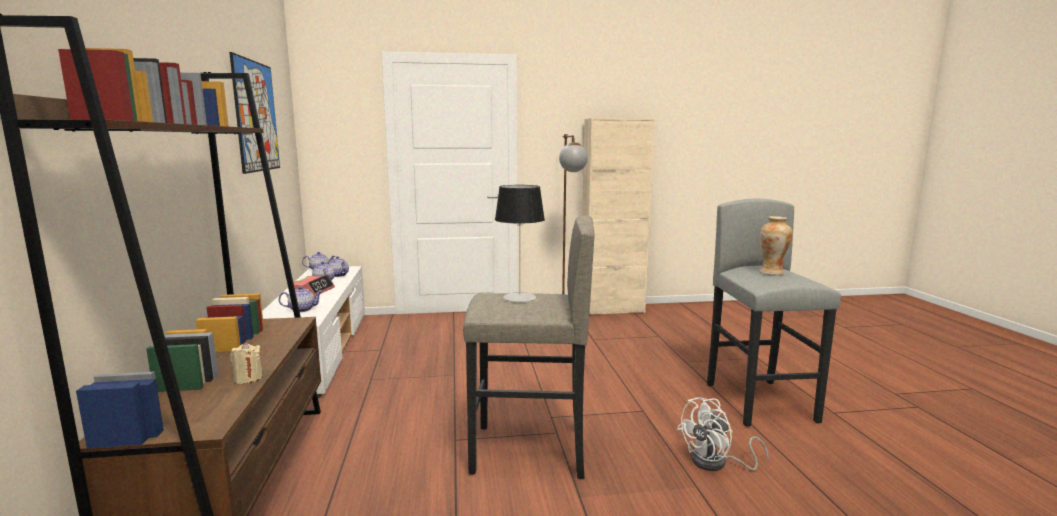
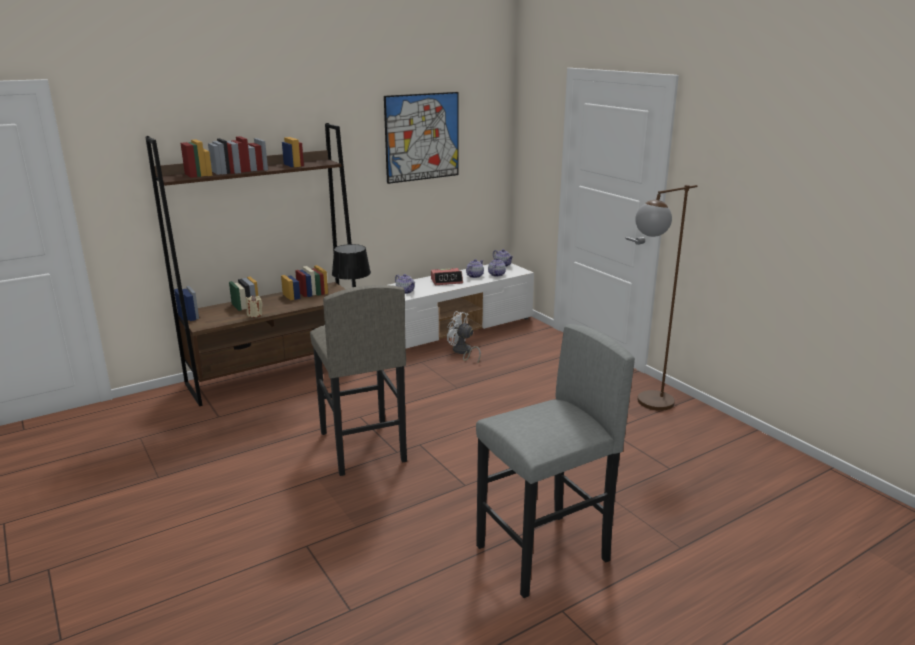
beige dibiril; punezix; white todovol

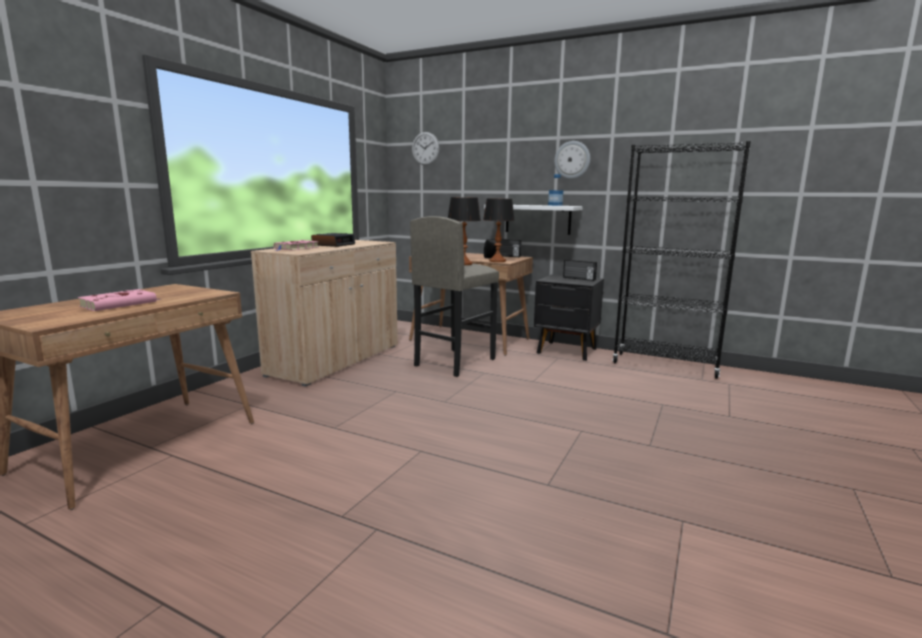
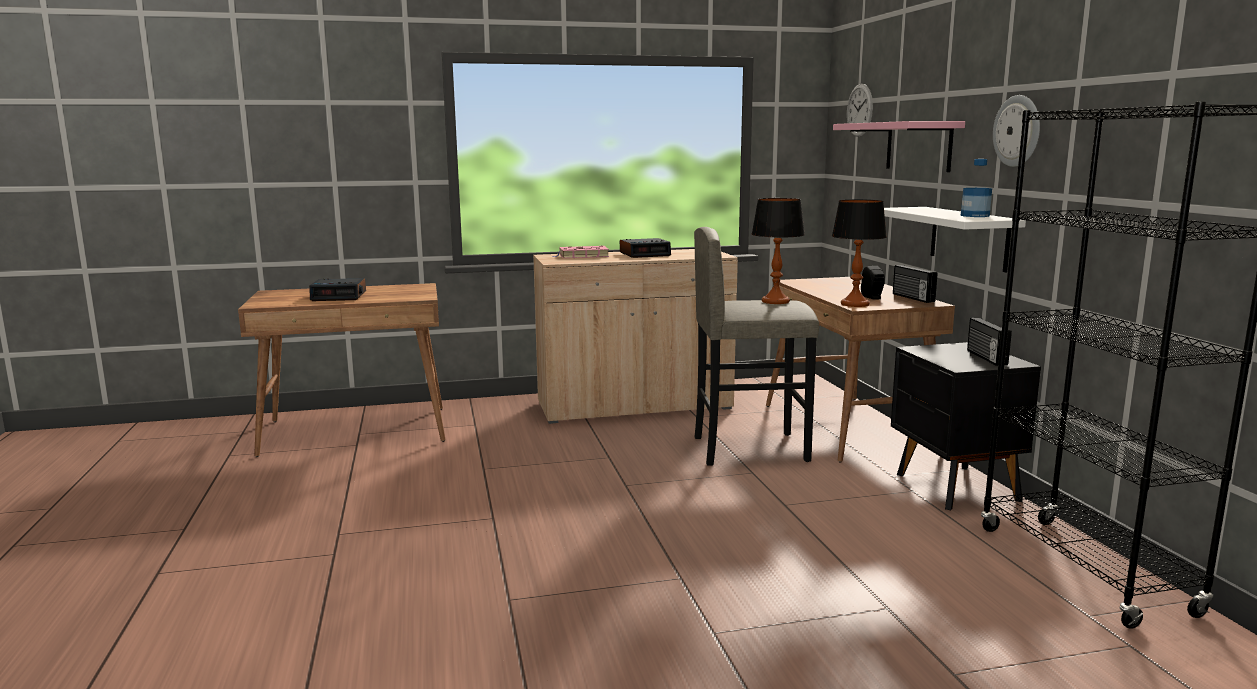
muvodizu (1st from left); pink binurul

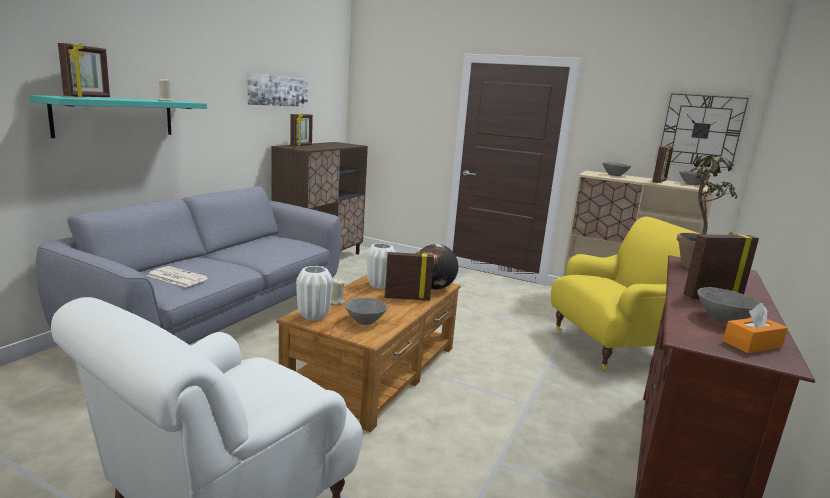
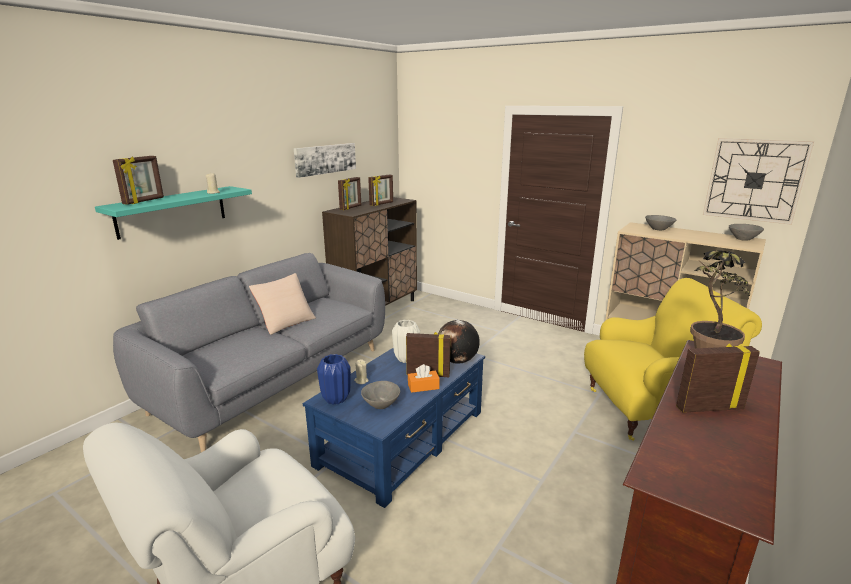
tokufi (3rd from left); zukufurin; blue punezix; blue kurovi; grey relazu (4th from left in the first image); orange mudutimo; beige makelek

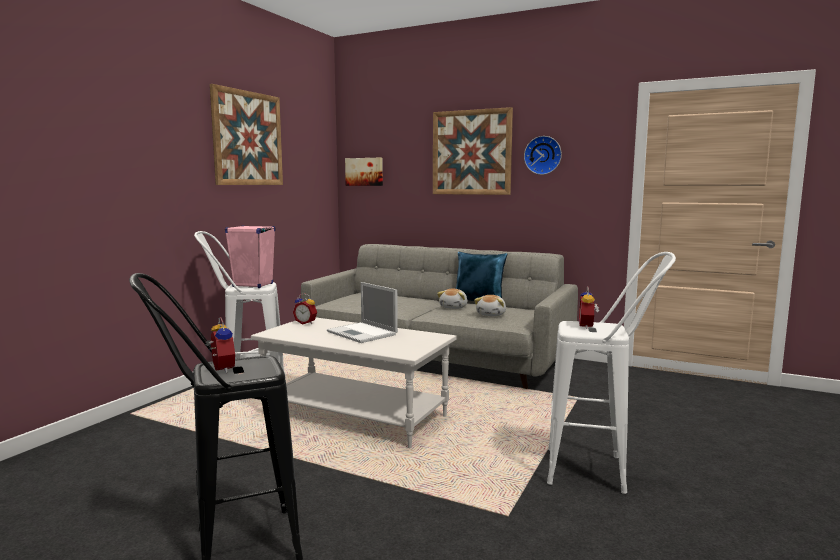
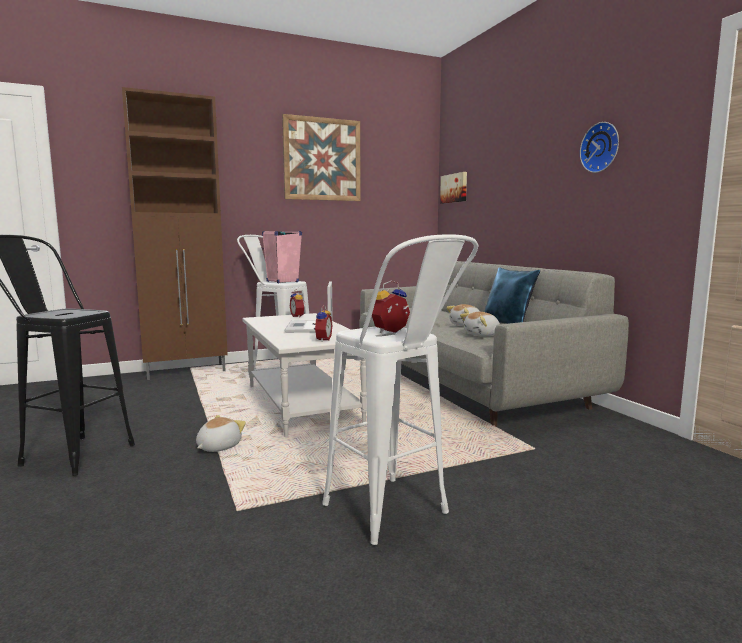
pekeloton (3rd from left in the first image); muvodizu (2nd from left); brown dibiril; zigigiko (1st from left)

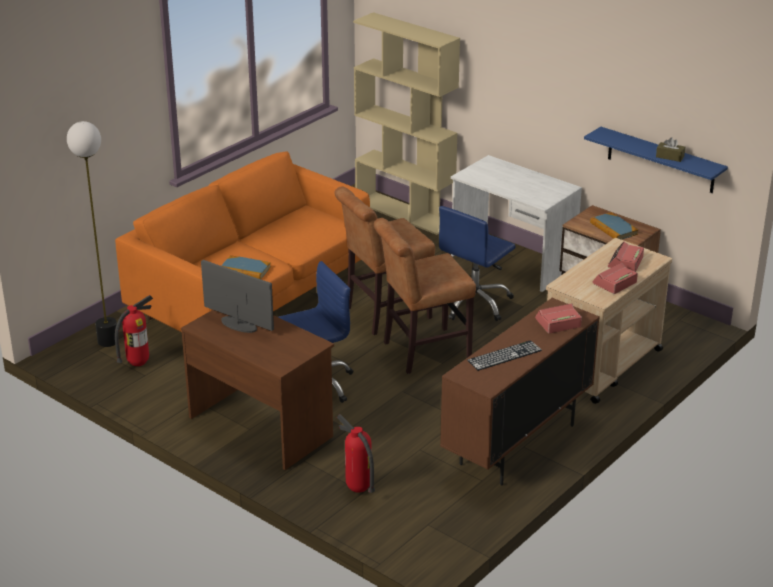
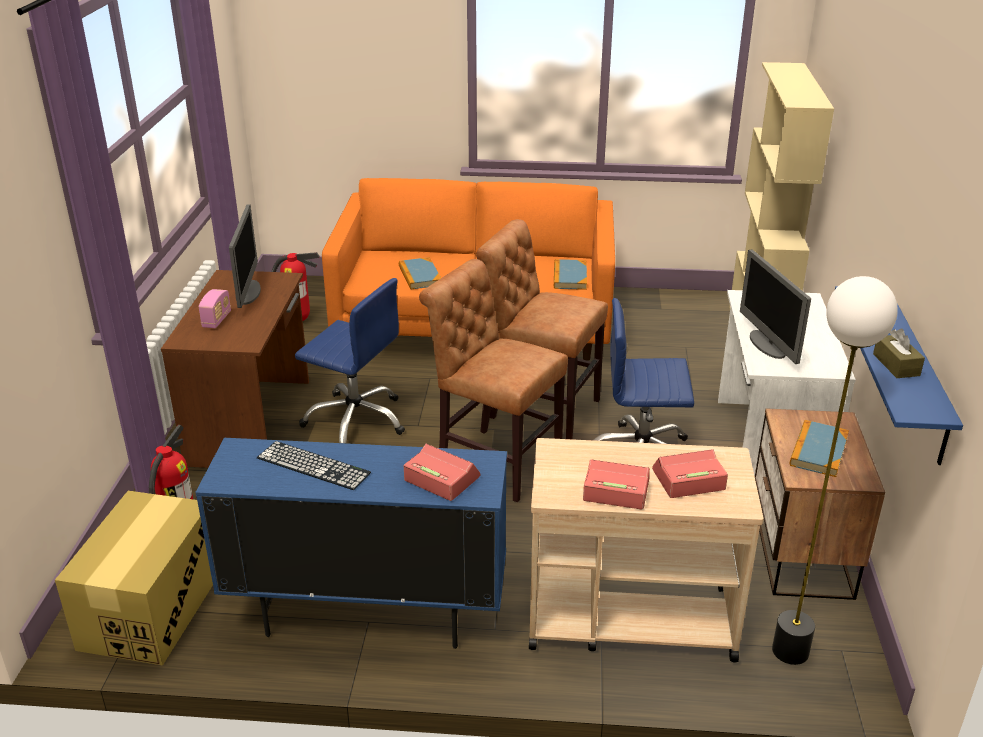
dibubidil; blue dibiril; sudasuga (2nd from left); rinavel (2nd from left); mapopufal; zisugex

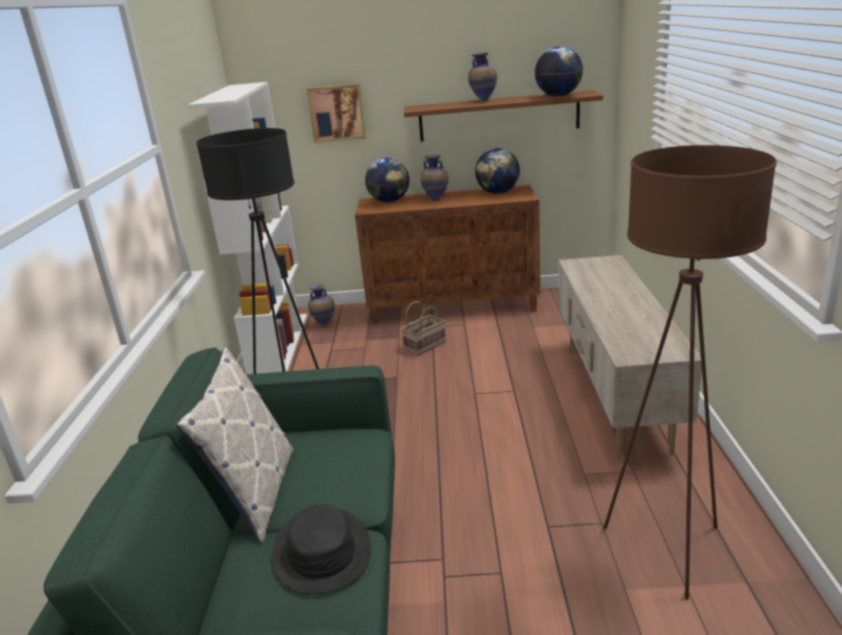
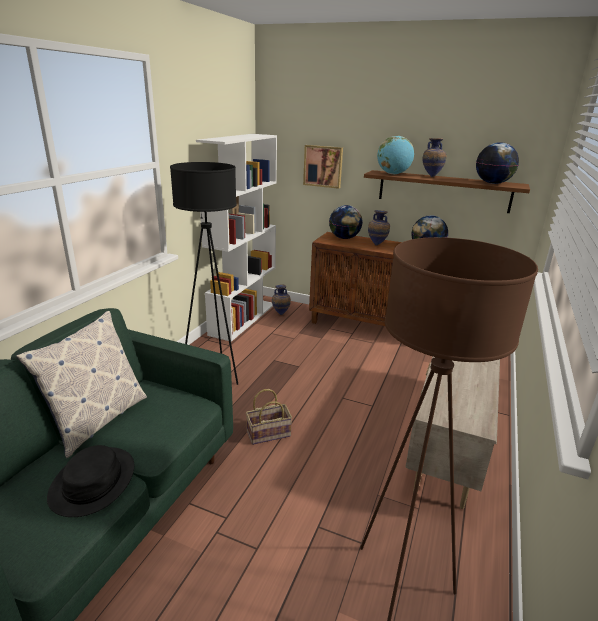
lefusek; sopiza (2nd from left)

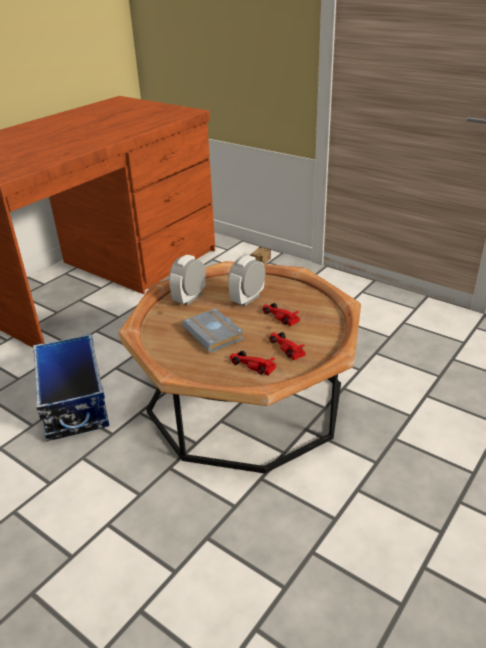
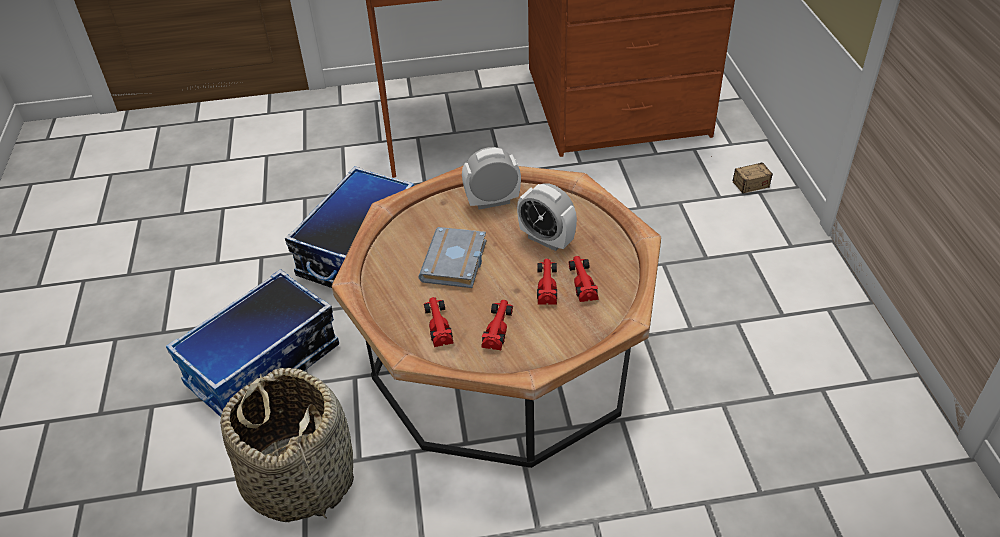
muvodizu (2nd from left); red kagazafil (4th from left); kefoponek (1st from left); lefusek

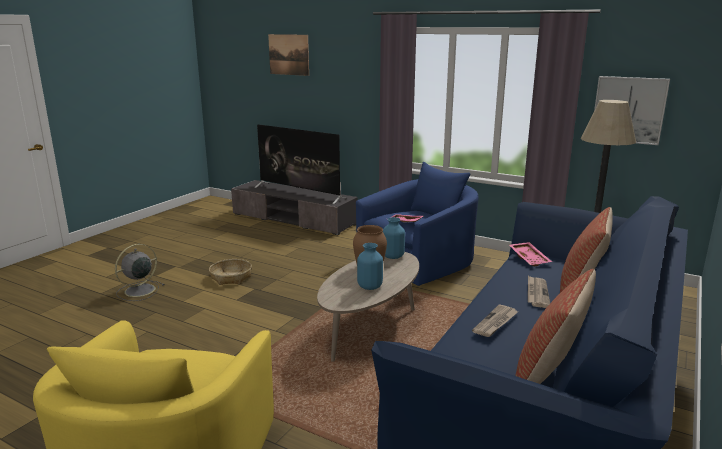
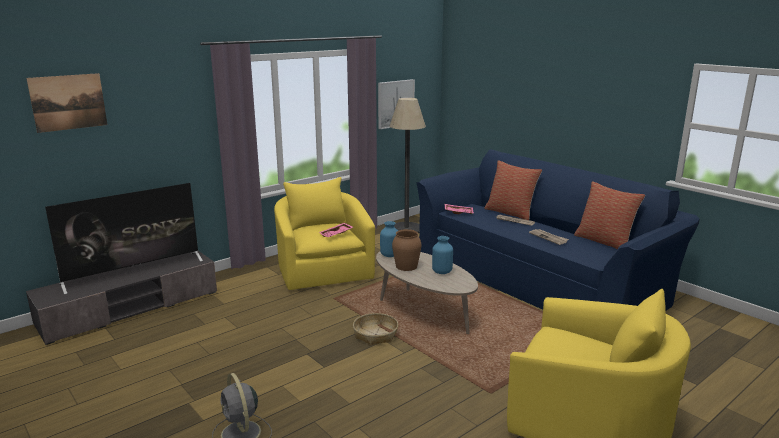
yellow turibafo (1st from left); lefusek

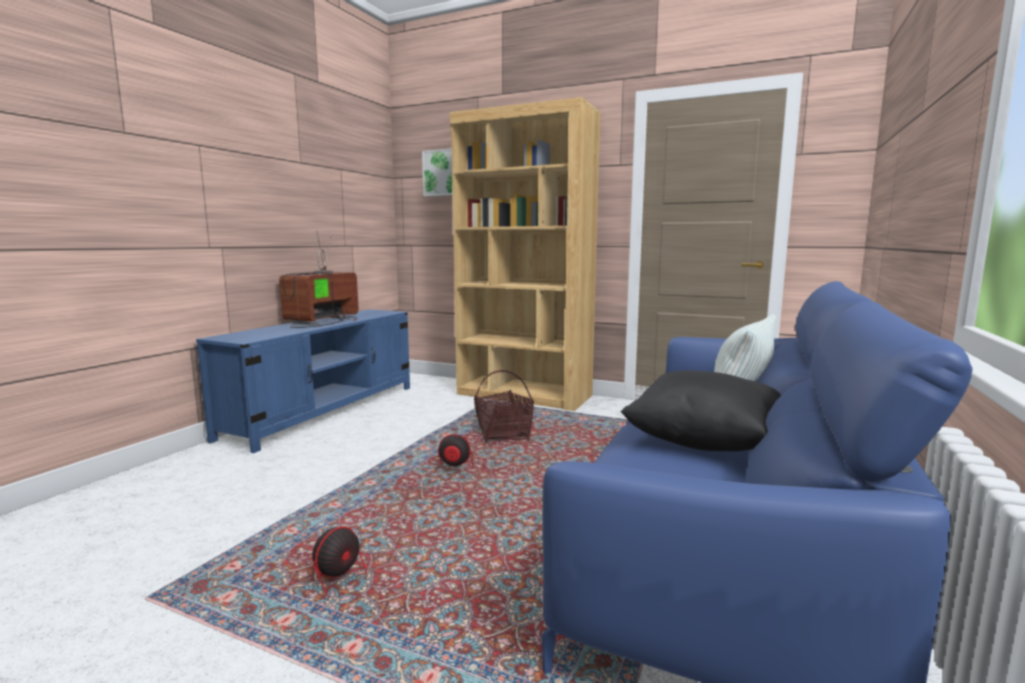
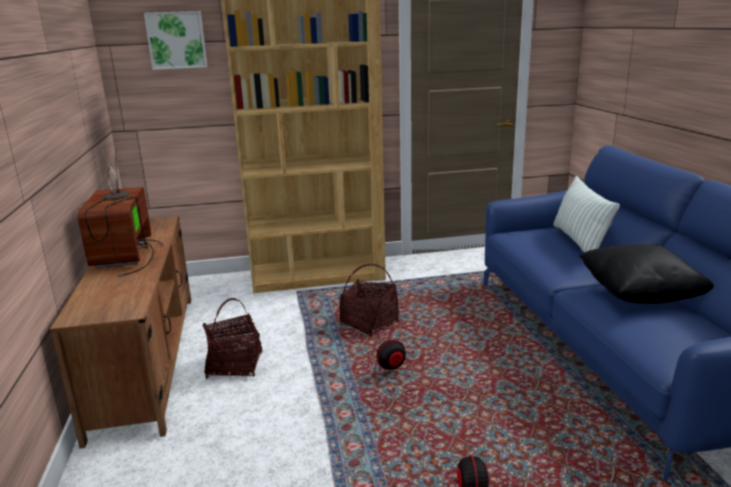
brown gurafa; lefusek (1st from left)

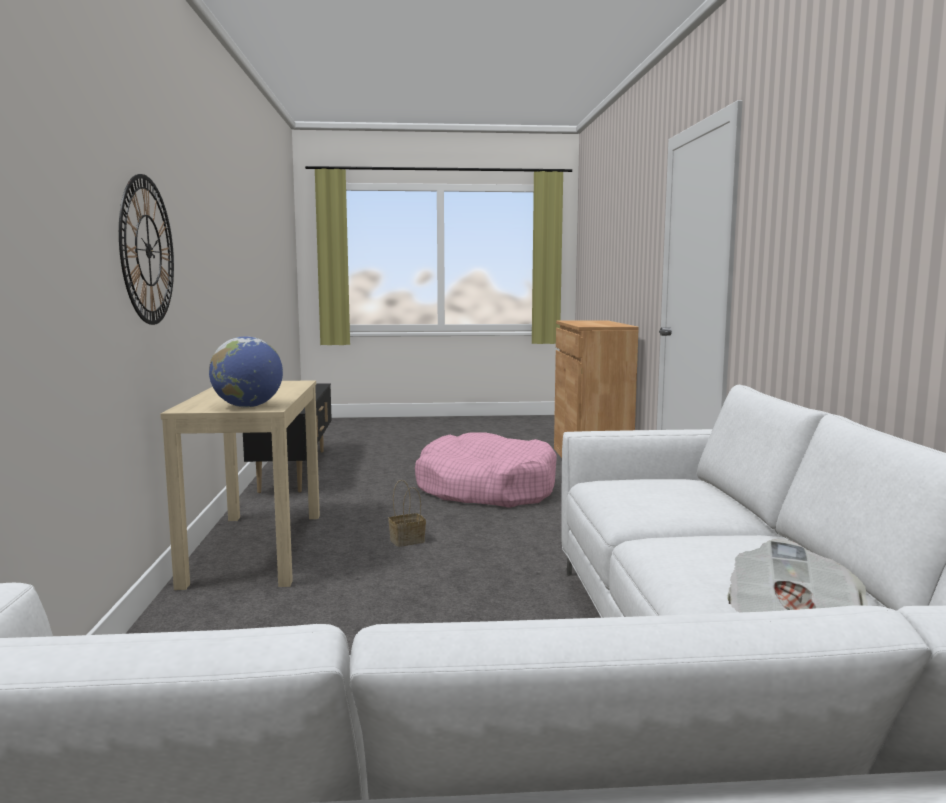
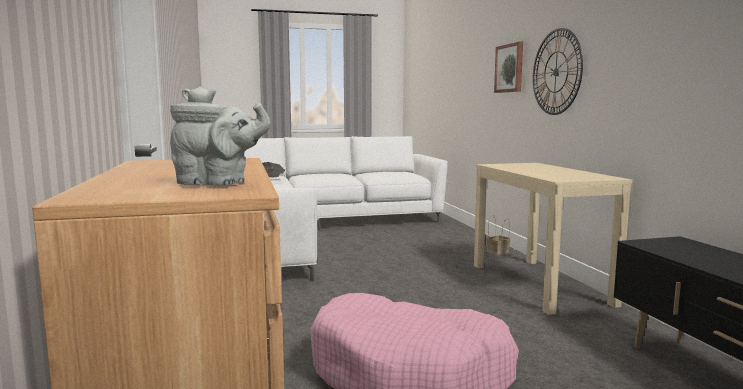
sopiza; lefusek; pekeloton; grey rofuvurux

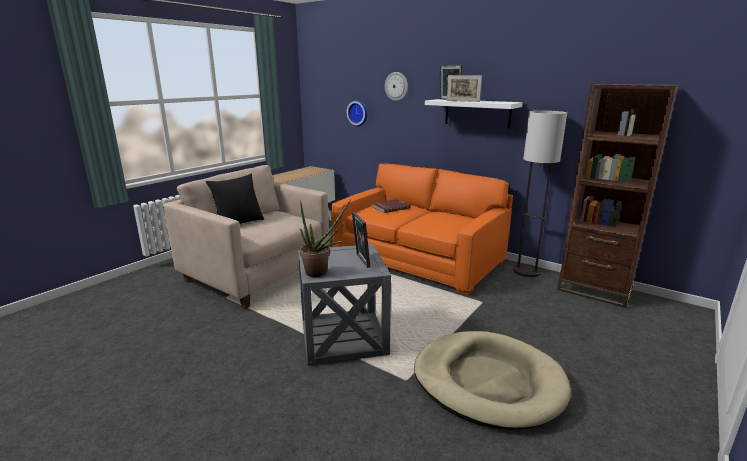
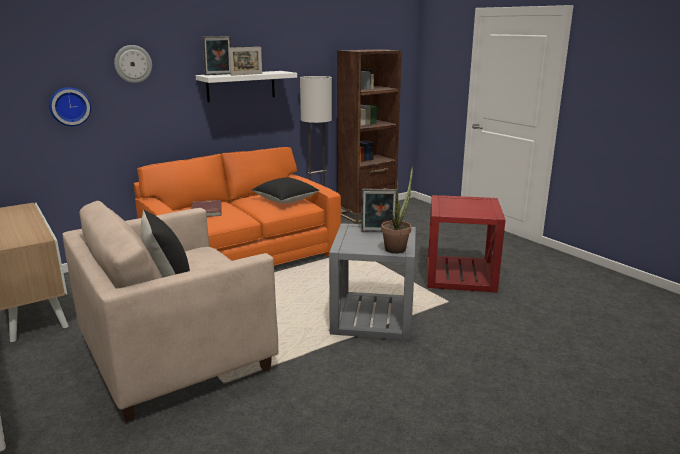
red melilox; black makelek (2nd from left)

